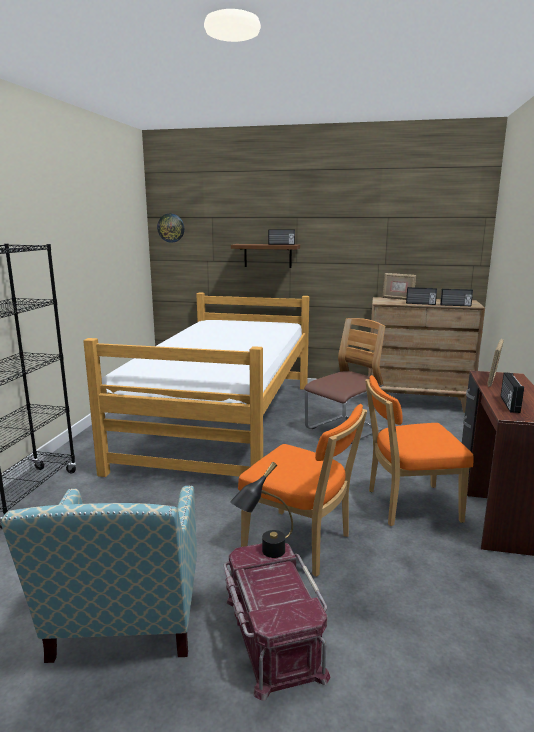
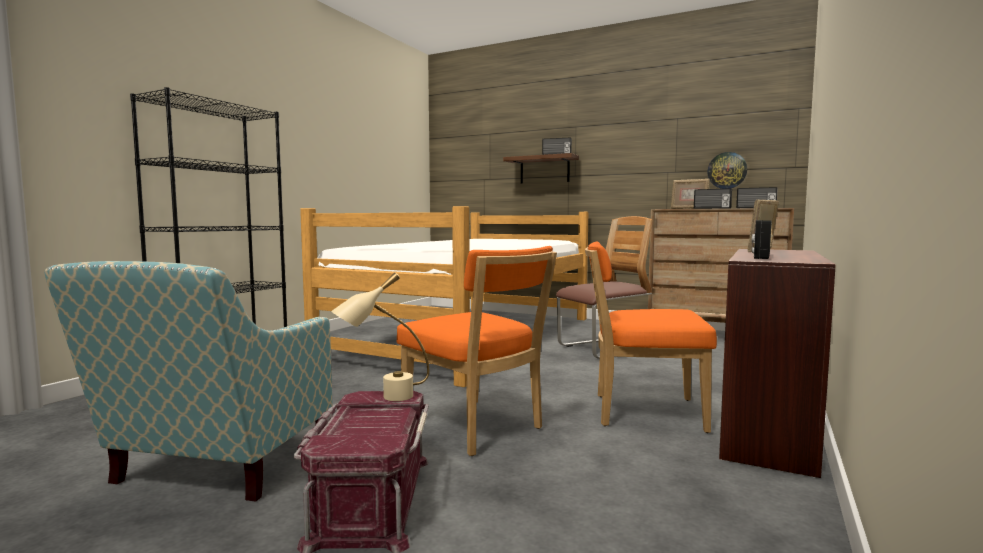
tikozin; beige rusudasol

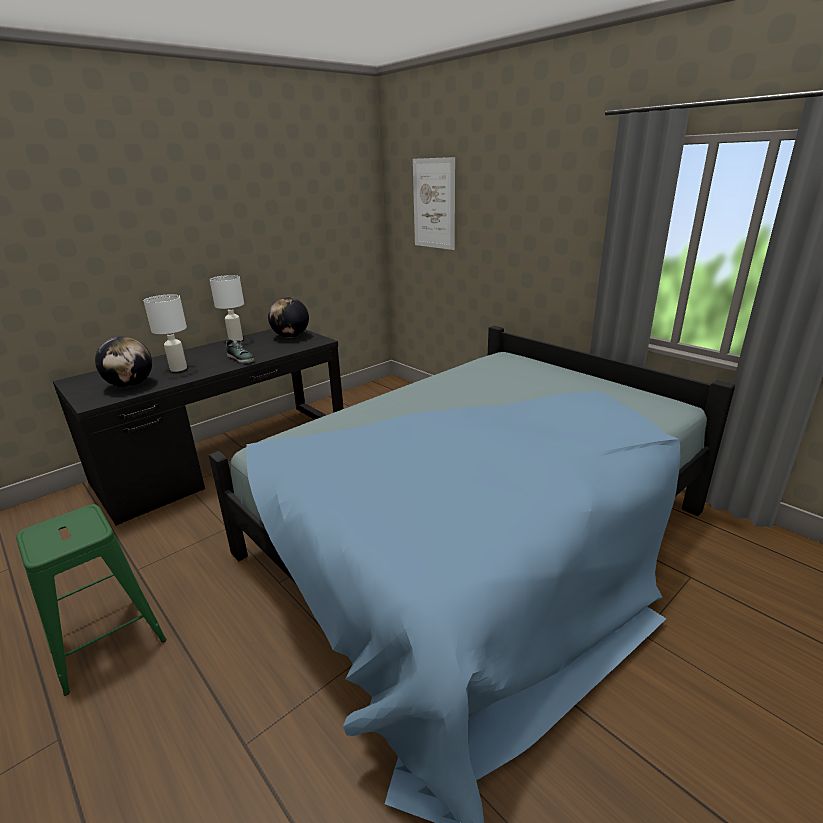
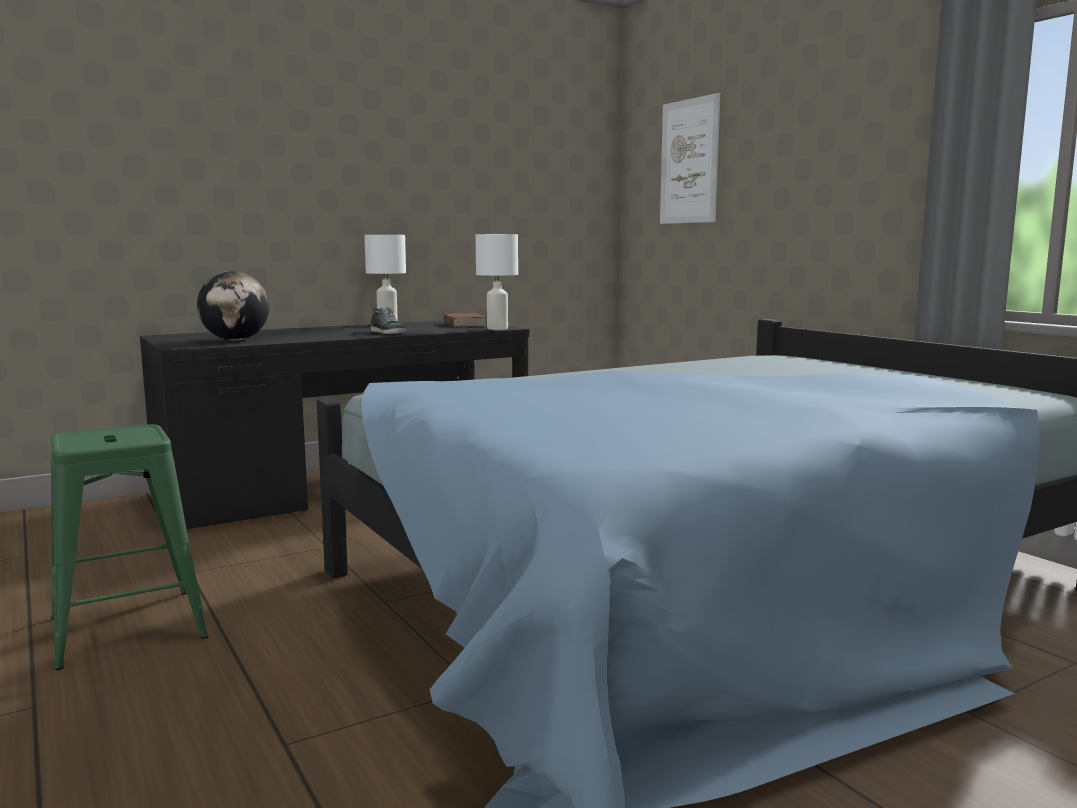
white rusudasol (2nd from left); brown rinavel

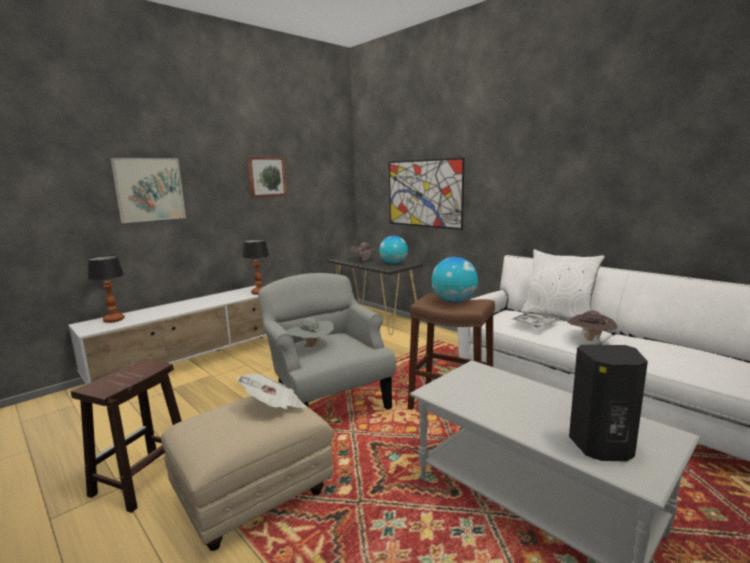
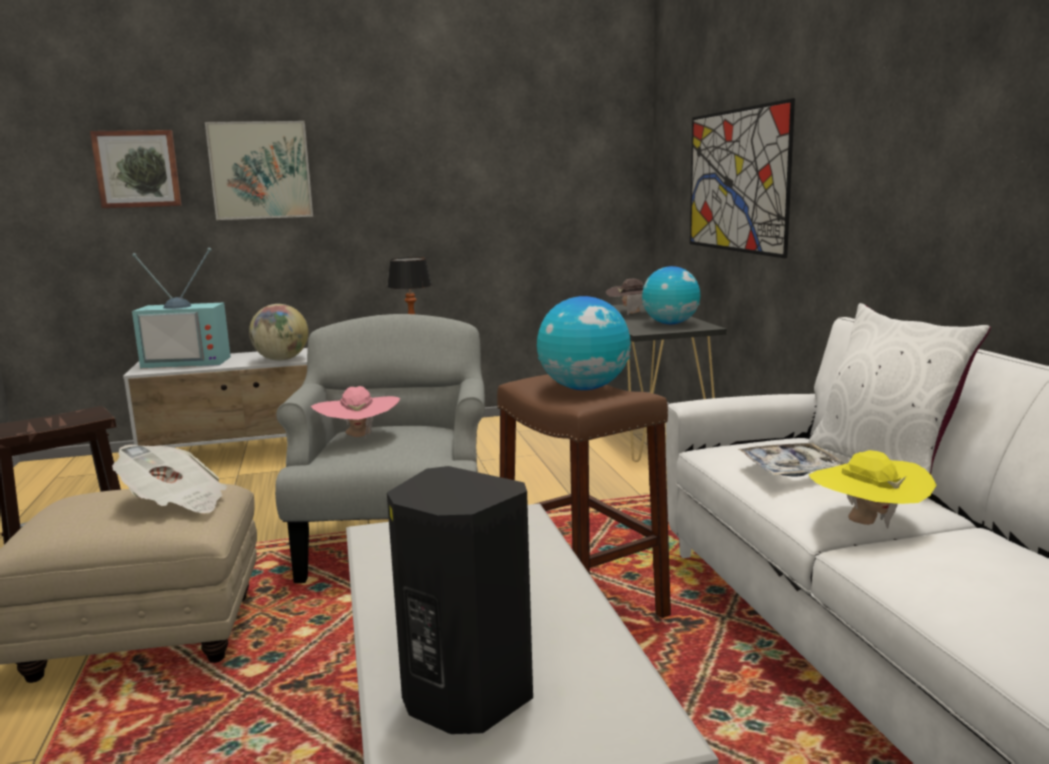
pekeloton (1st from left); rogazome; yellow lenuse; pink lenuse; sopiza (1st from left)

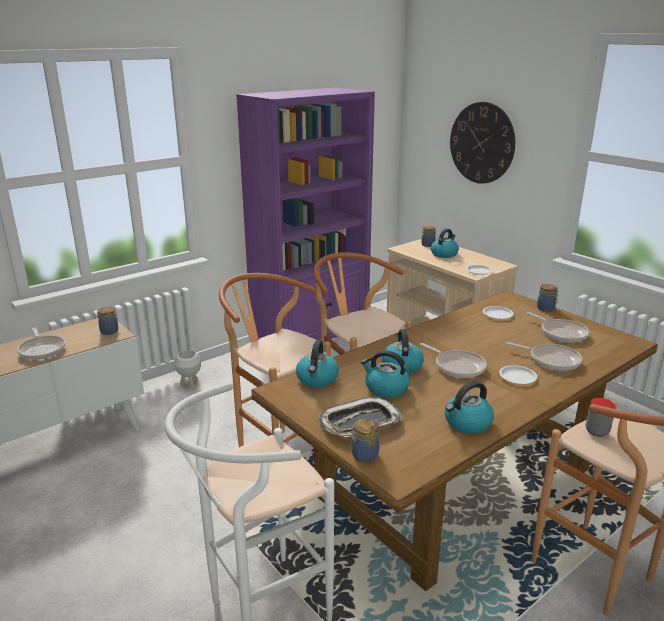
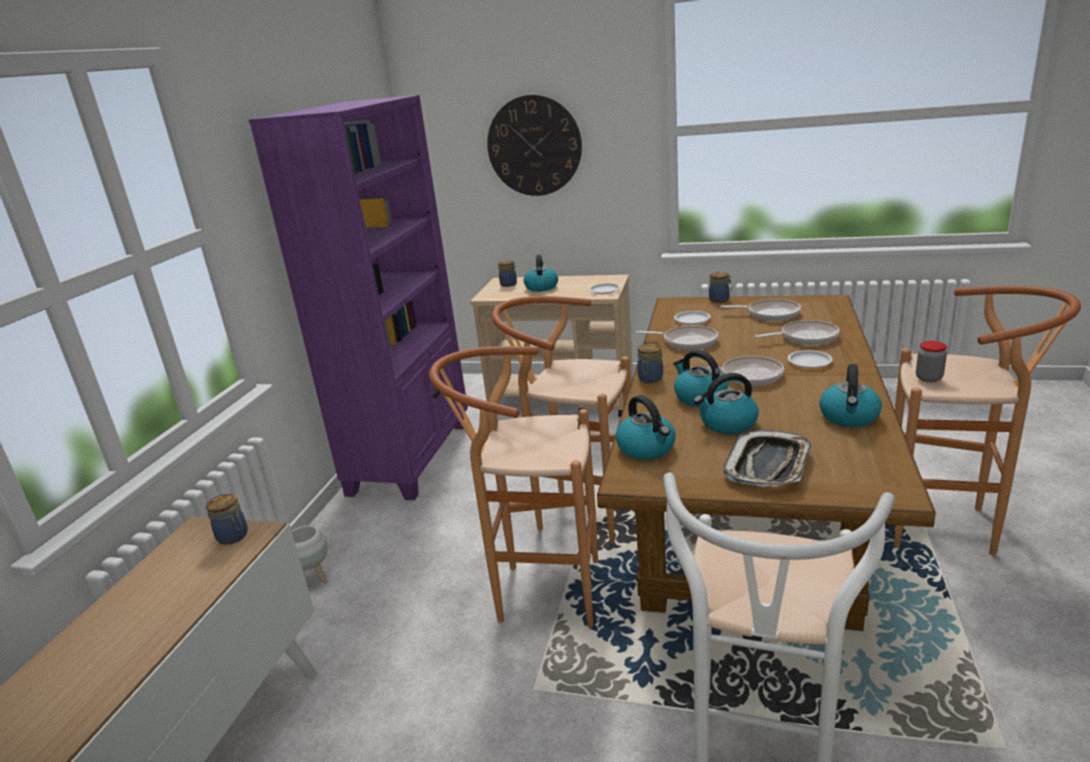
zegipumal (1st from left); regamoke (3rd from left)

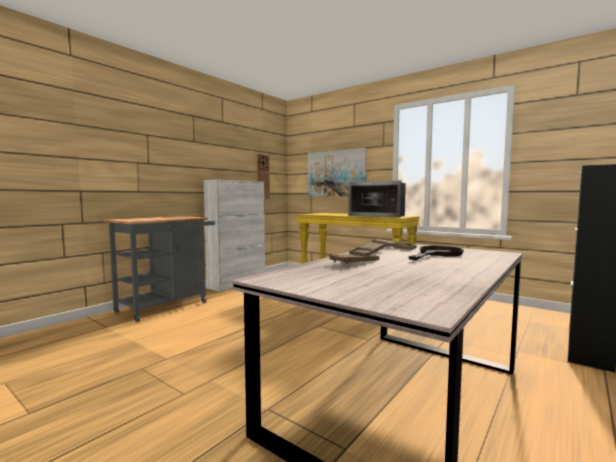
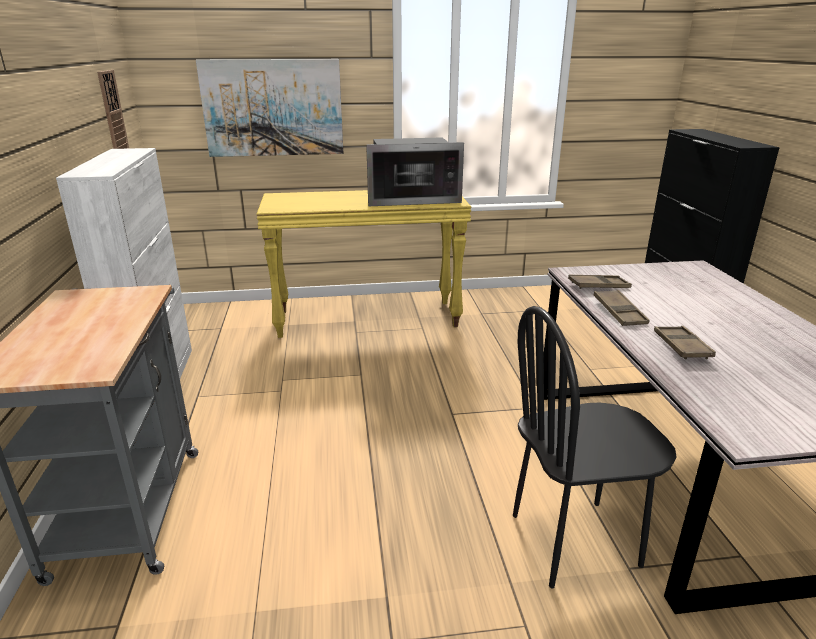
black zegipumal; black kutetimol

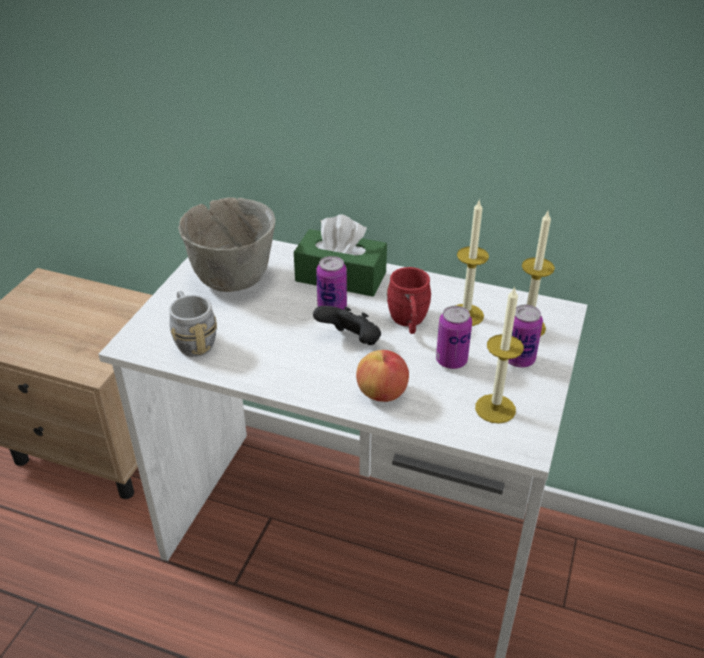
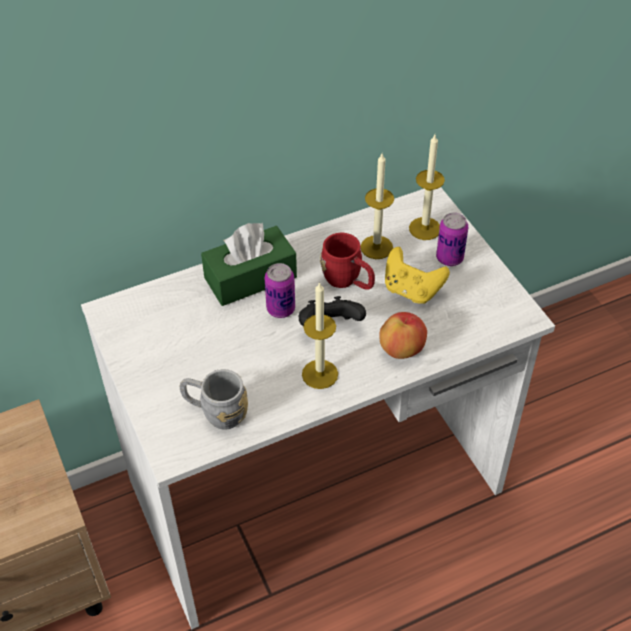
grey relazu; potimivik (1st from left); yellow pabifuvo

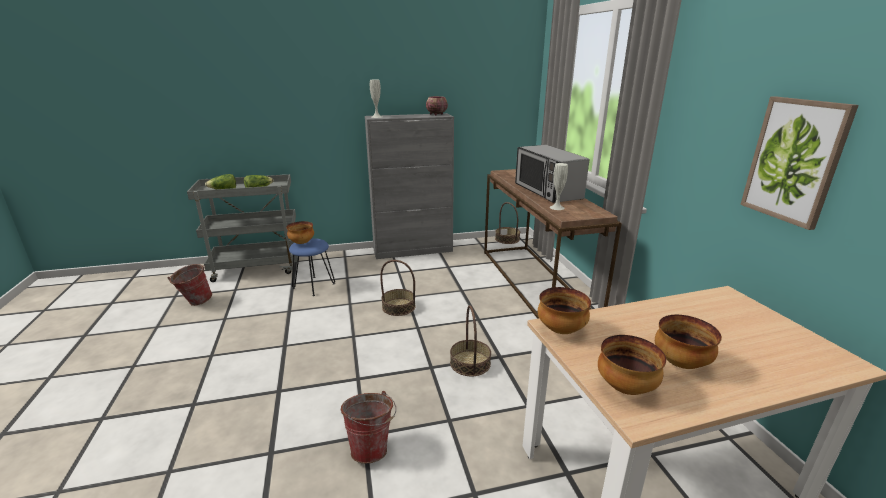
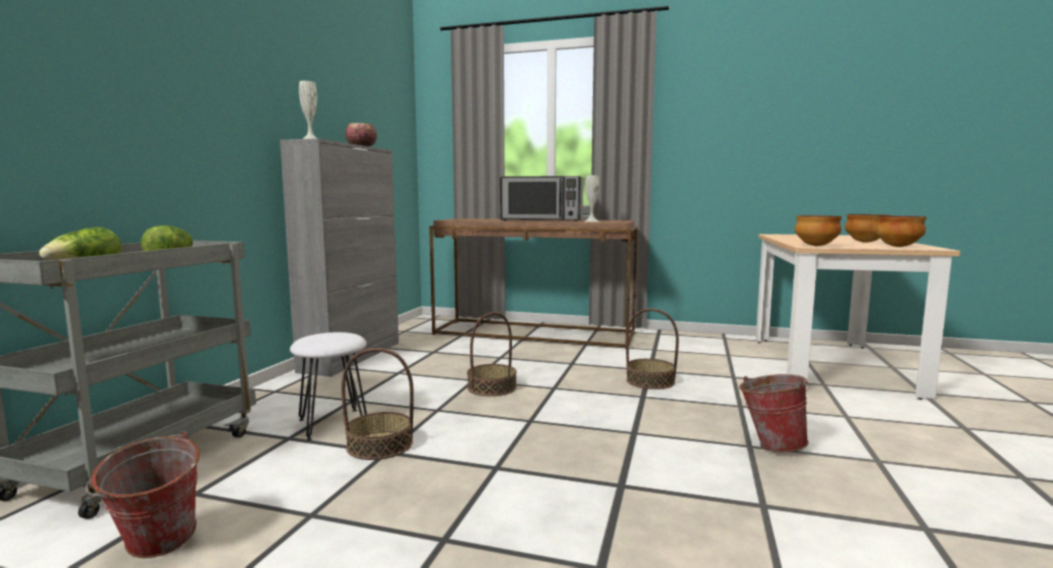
pekeloton; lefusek (1st from left); relazu (1st from left in the first image); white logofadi

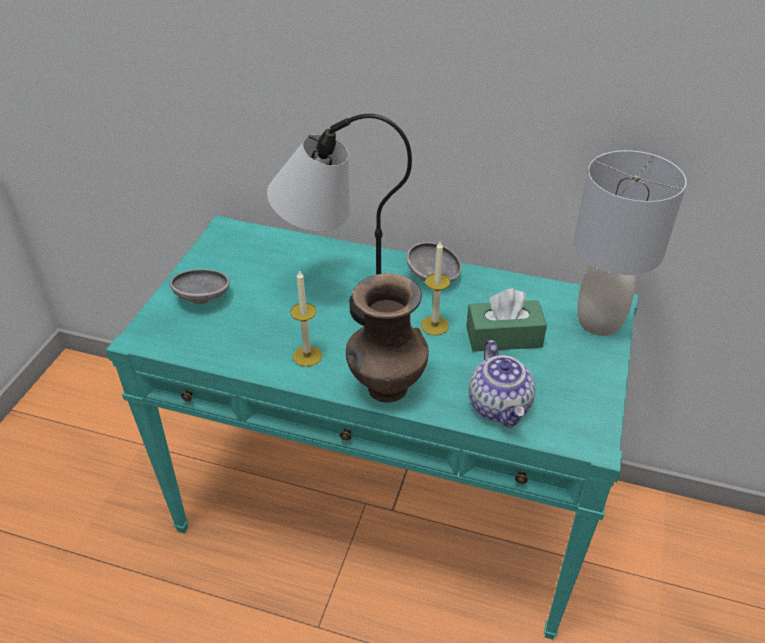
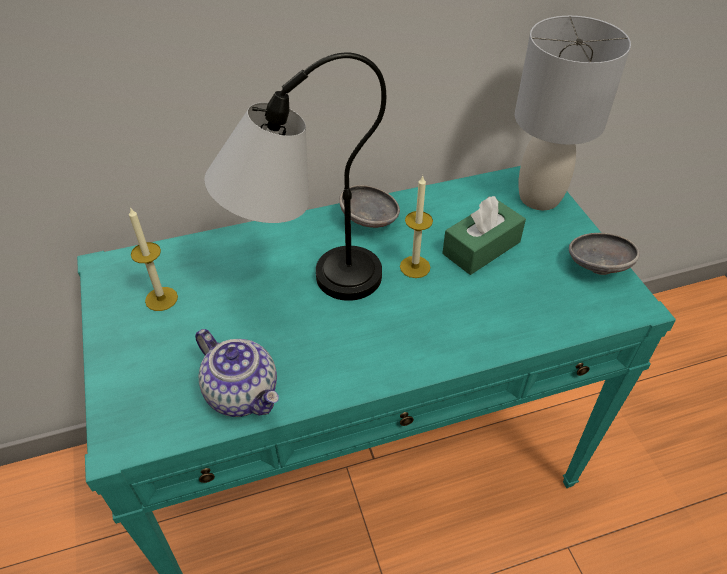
grey relazu (2nd from left); potimivik (1st from left); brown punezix; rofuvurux

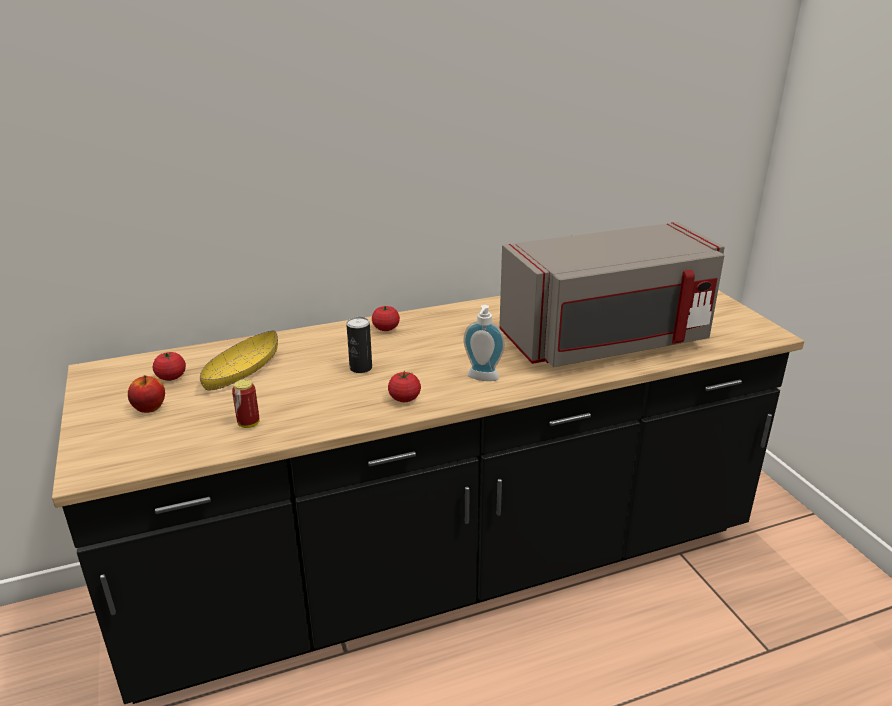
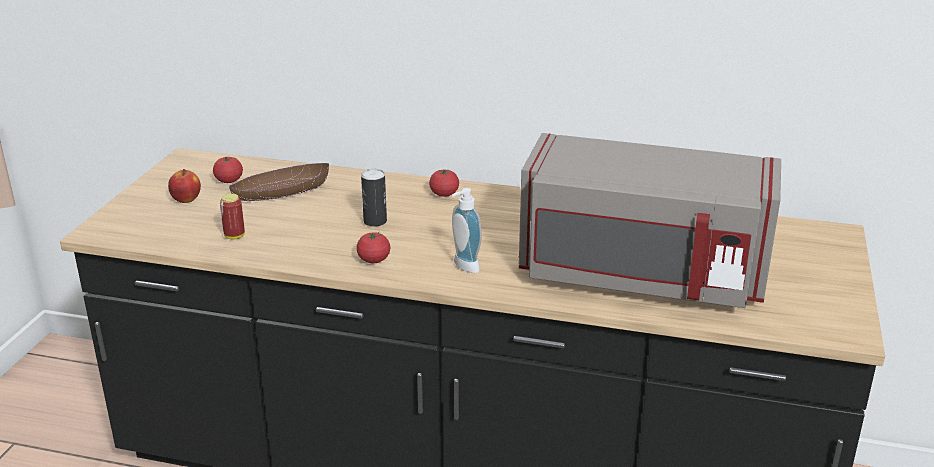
brown relazu

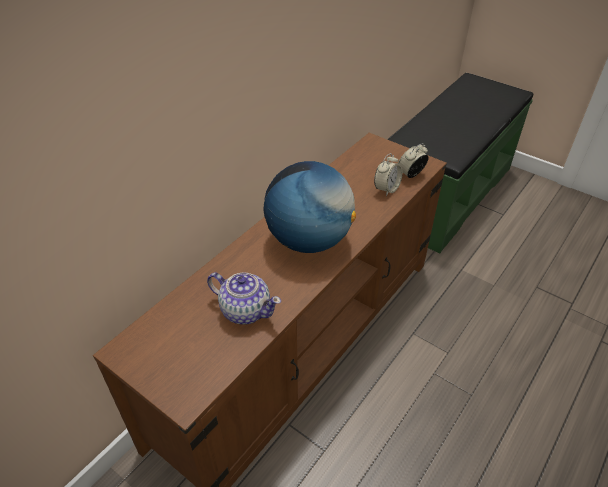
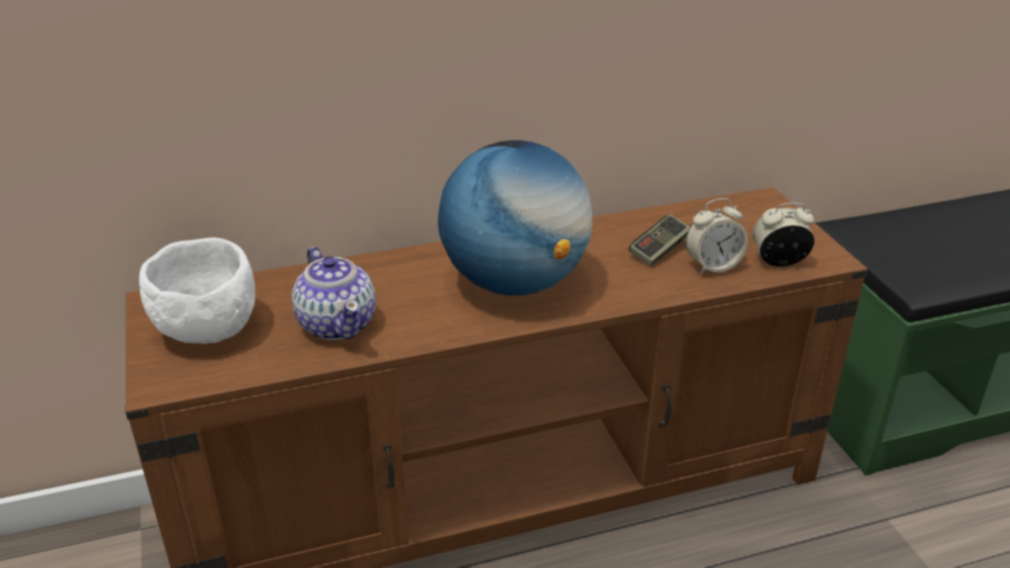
pabifuvo; white relazu

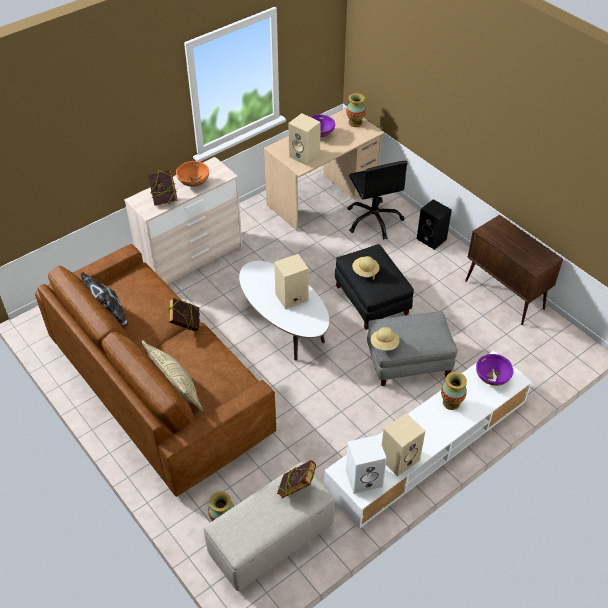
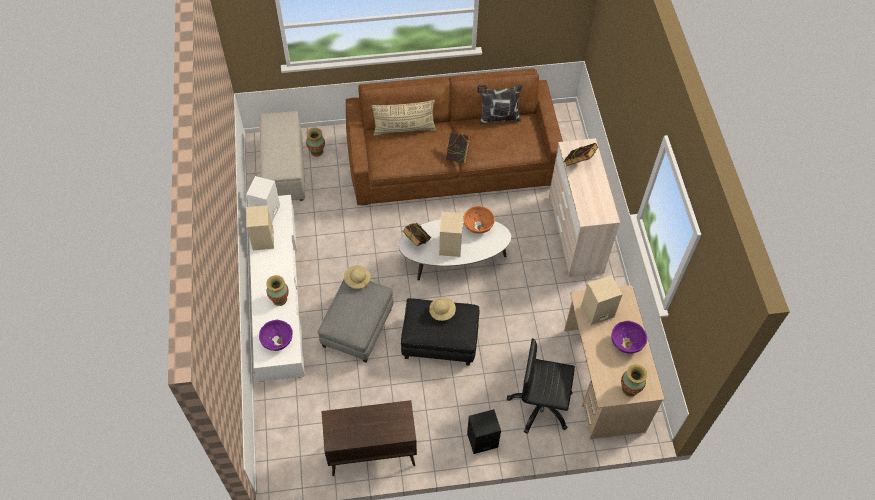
orange relazu; rinavel (1st from left)

